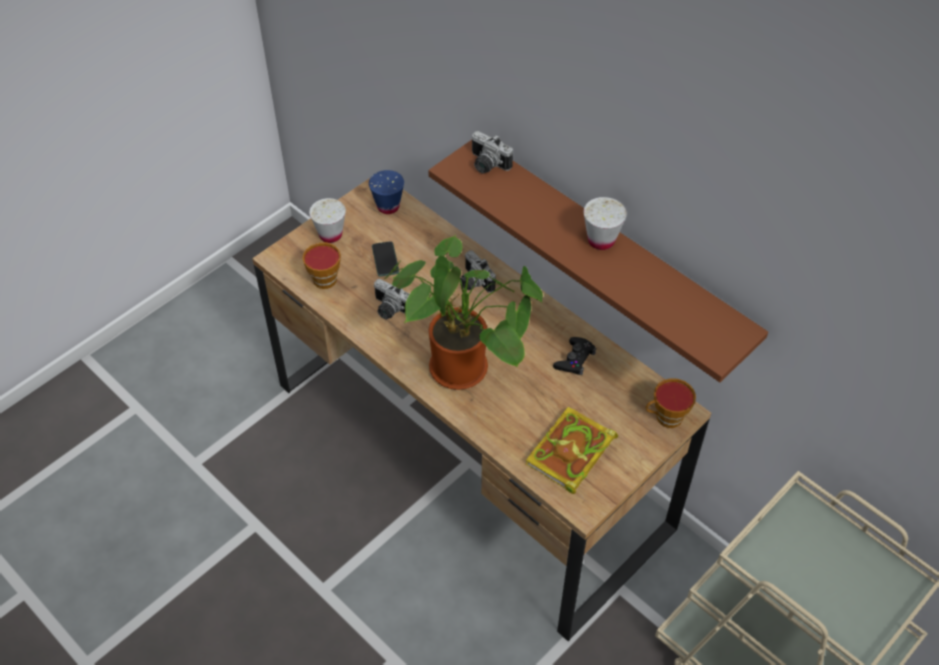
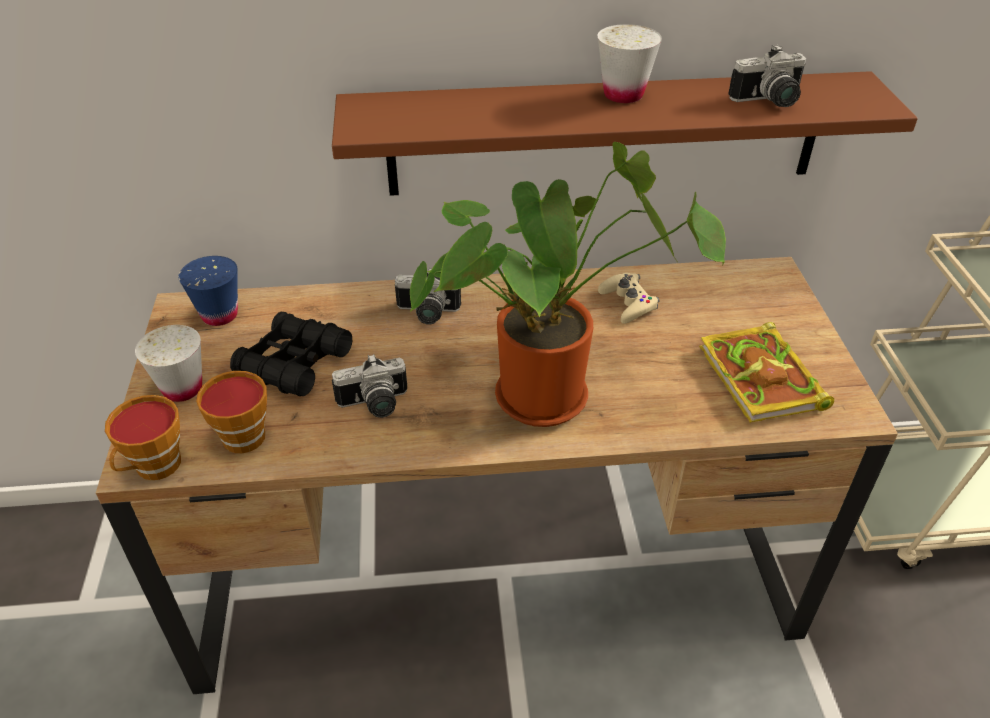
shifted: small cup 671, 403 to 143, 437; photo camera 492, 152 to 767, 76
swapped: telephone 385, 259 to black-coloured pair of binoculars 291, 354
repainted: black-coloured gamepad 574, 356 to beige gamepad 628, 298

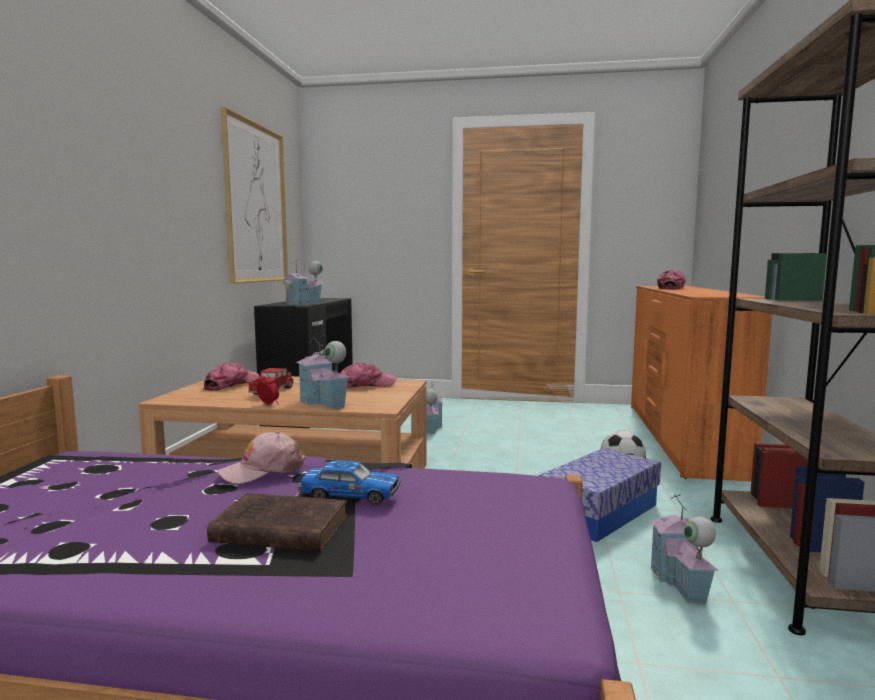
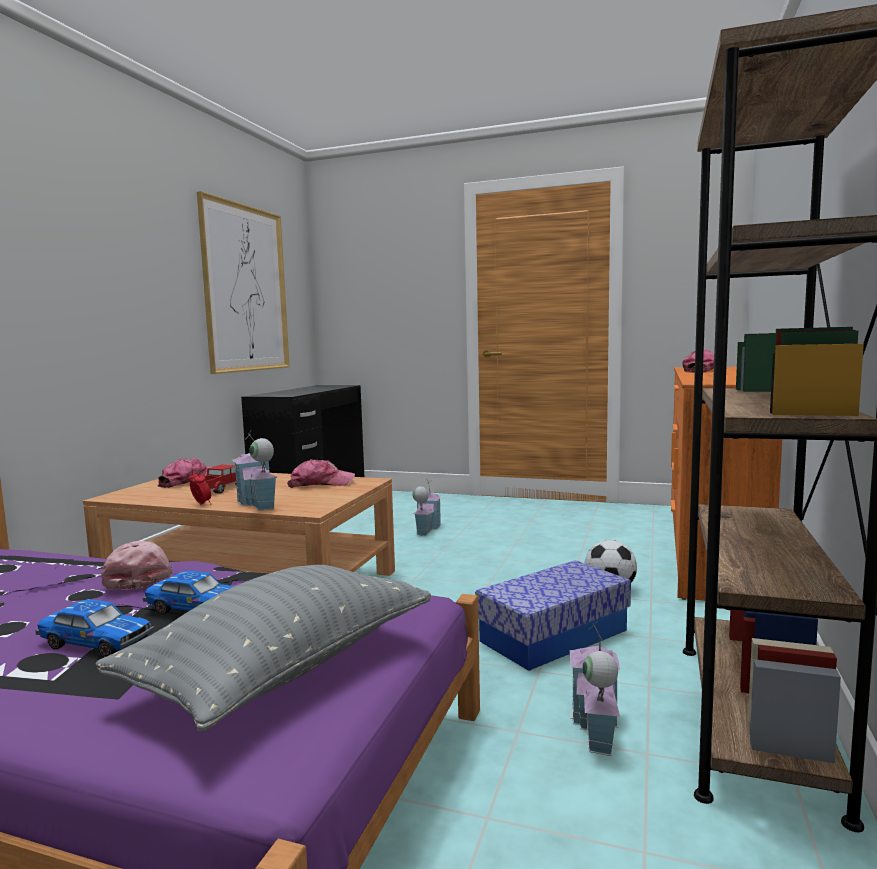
gone: toy house 302, 283
new: gray pillow 263, 648
swapped: brown volume 277, 522 to toy car 95, 629
rotated: pink-coloured cap 261, 457 = 136, 565 90 degrees clockwise

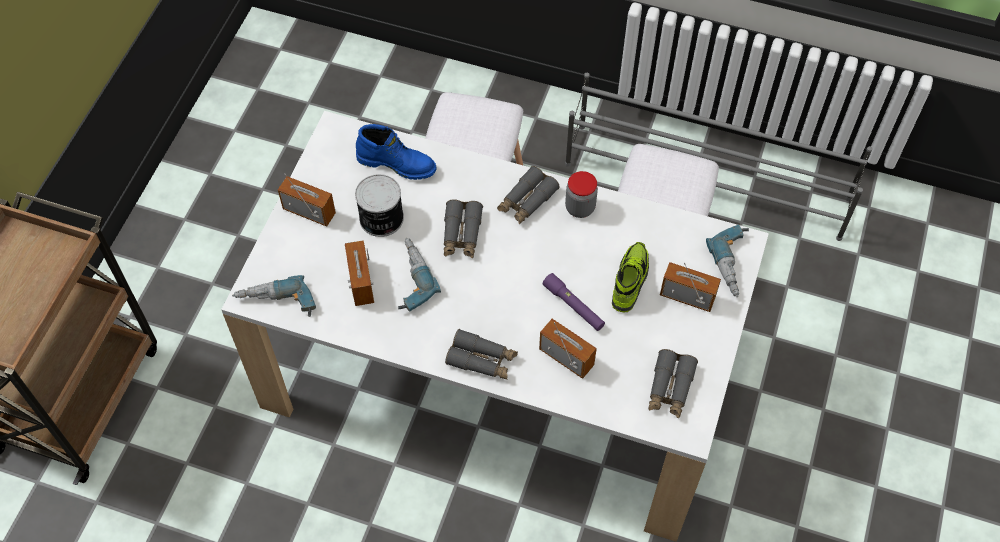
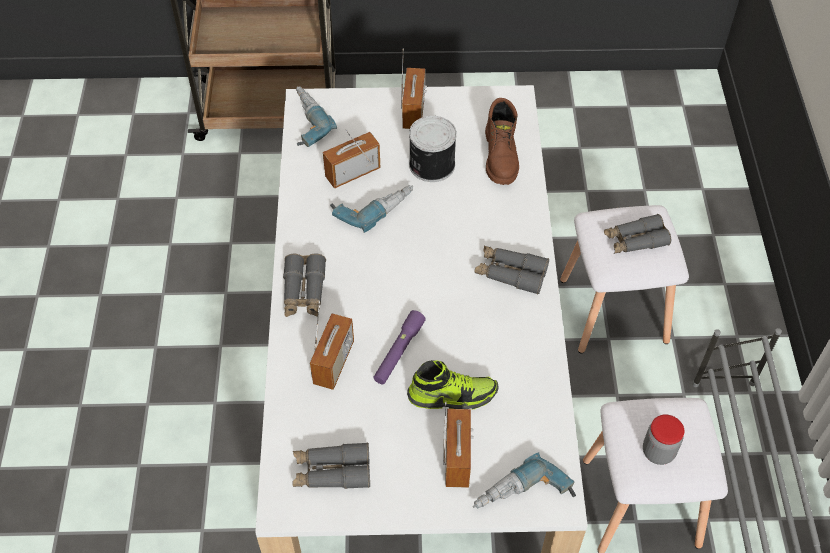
shifted: gray pair of binoculars 463, 228 to 637, 234; preserve jar 581, 194 to 663, 439
repainted: bluish boot 396, 152 to brown boot 502, 141

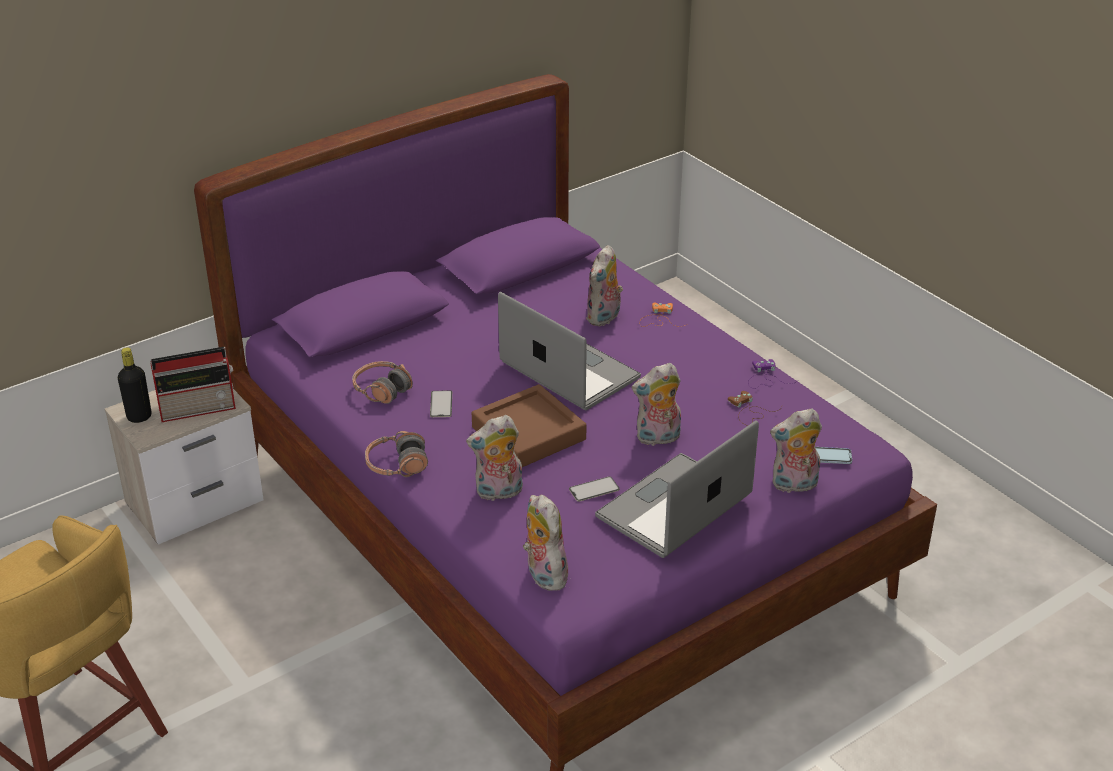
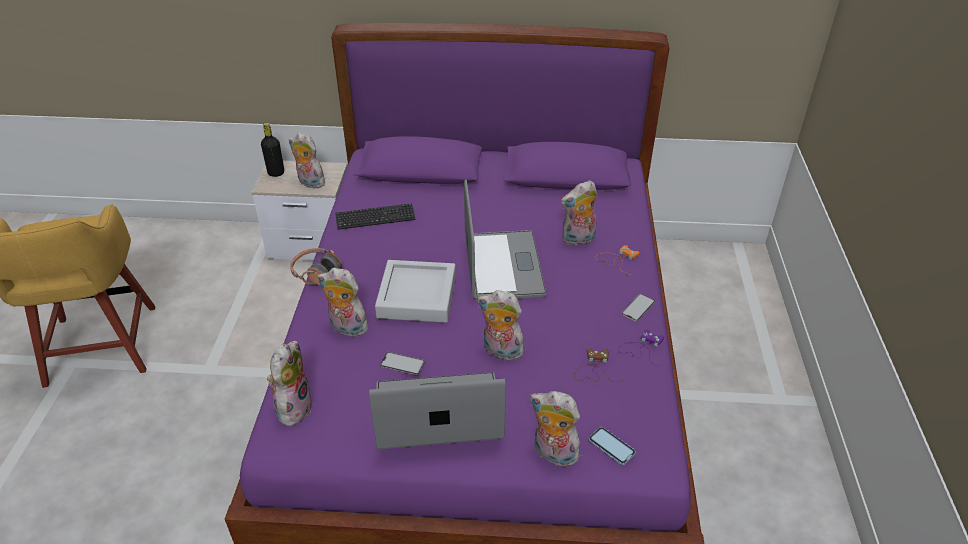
shifted: telephone 441, 403 to 638, 307
swapped: radio 193, 384 to cuddly toy 307, 160; headphones 382, 382 to PC keyboard 375, 216
repainted: brown tray 529, 425 to gray tray 415, 291

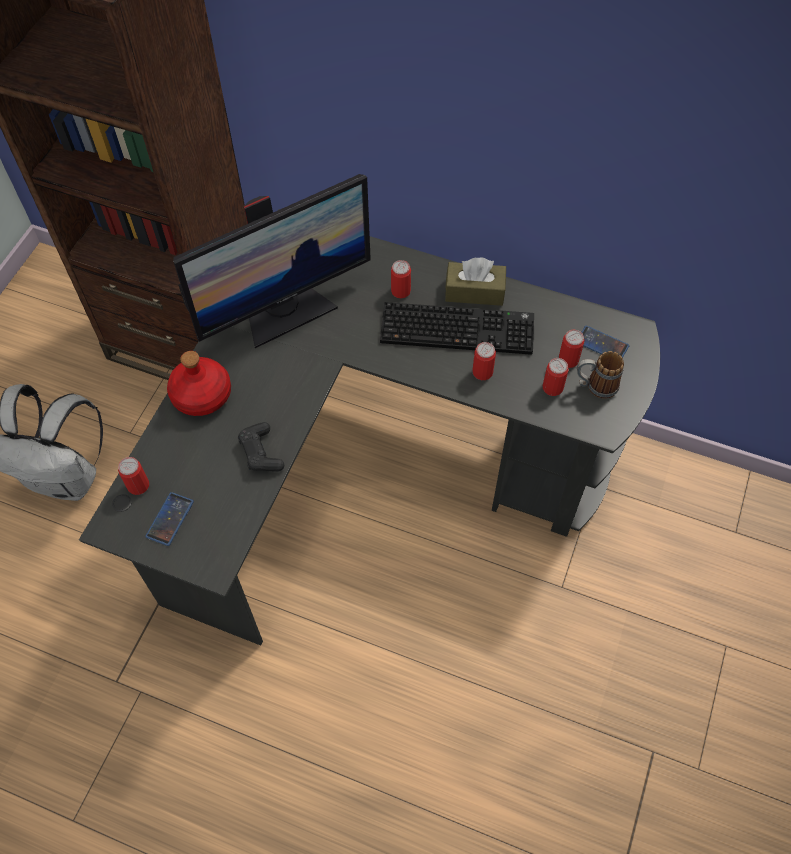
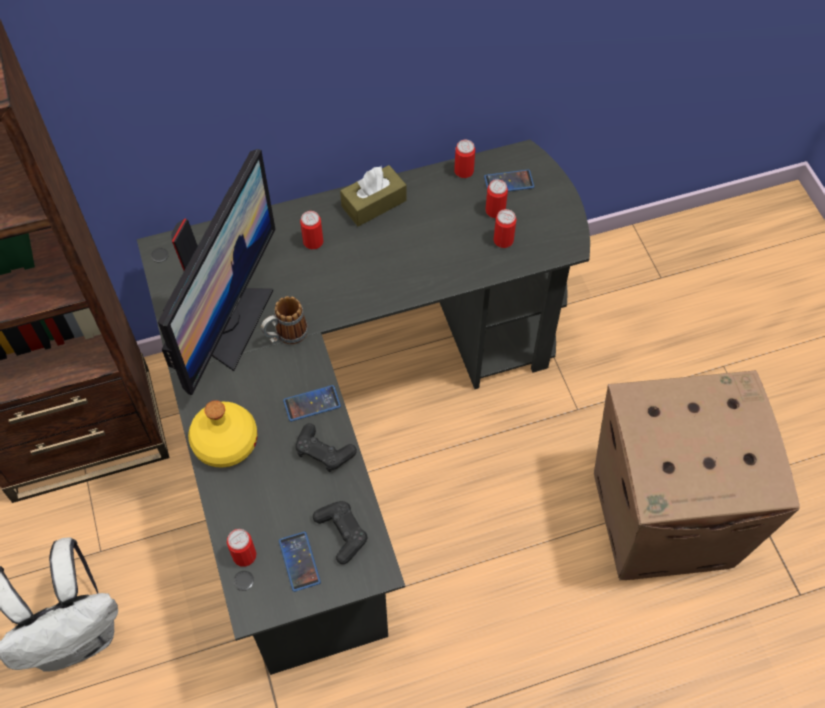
gone: PC keyboard 457, 328
new: telephone 312, 403; black-coloured gamepad 340, 532; cardboard box 697, 475
shifted: mug 600, 375 to 284, 320; metal can 484, 361 to 464, 159
repainted: reddish drink bottle 199, 383 to yellow drink bottle 223, 434

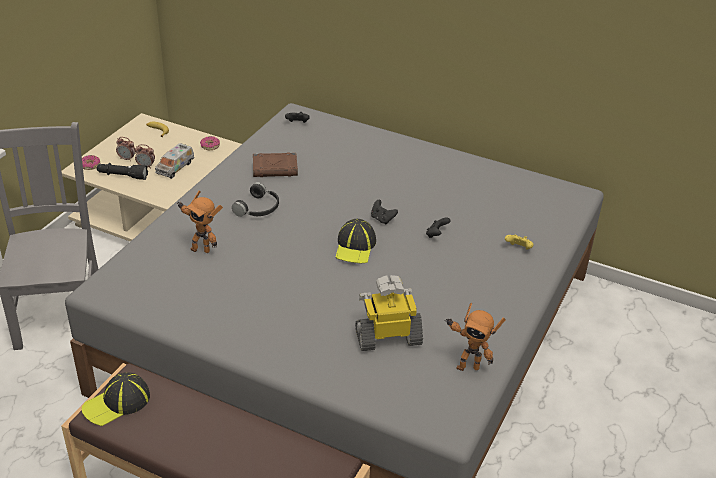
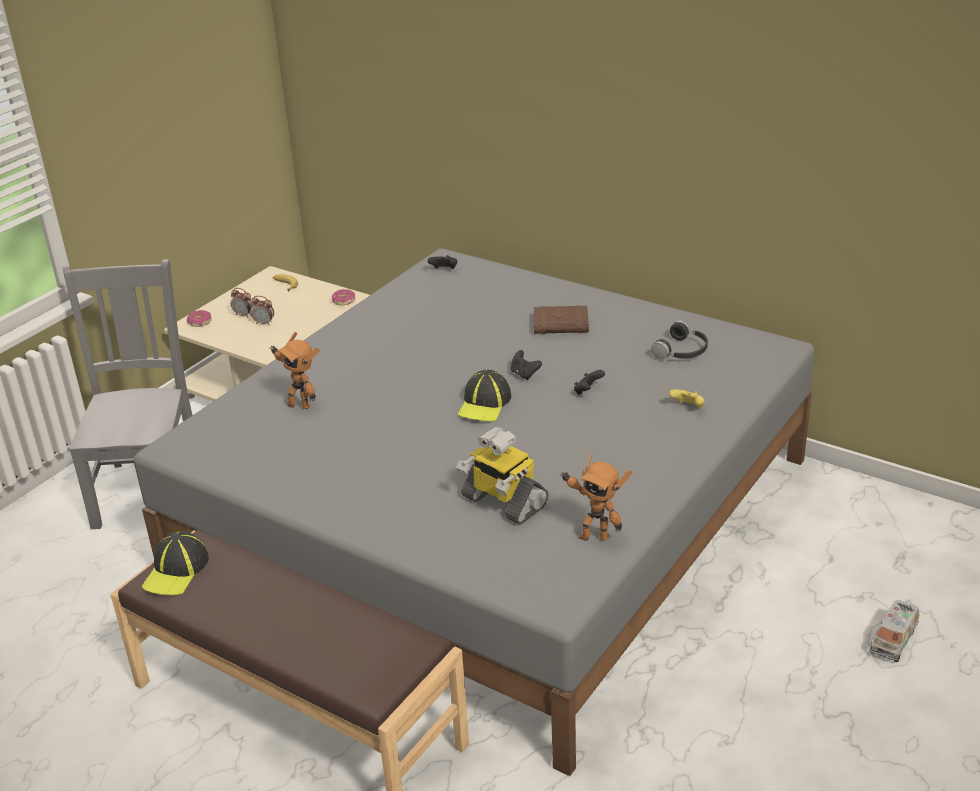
gone: black-coloured torch 122, 171
shifted: brown volume 275, 164 to 561, 319; black-coloured headphones 255, 199 to 679, 340; toy lorry 174, 161 to 894, 631
rotated: cap 116, 399 = 175, 563 45 degrees counterclockwise; robot figure 389, 313 = 502, 476 135 degrees counterclockwise

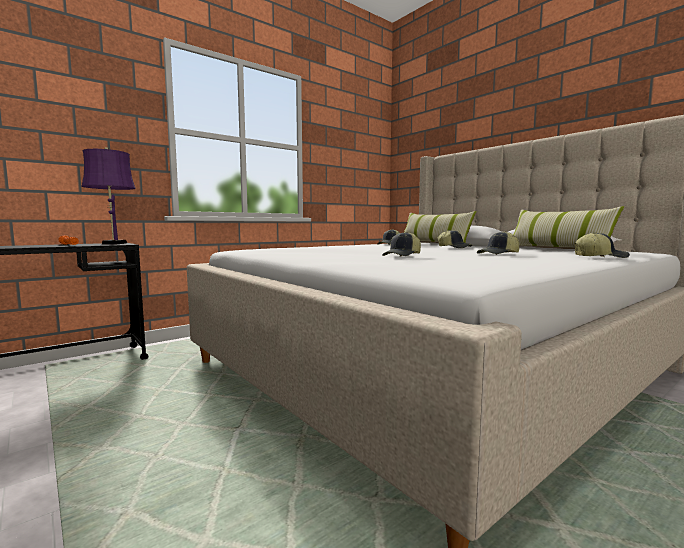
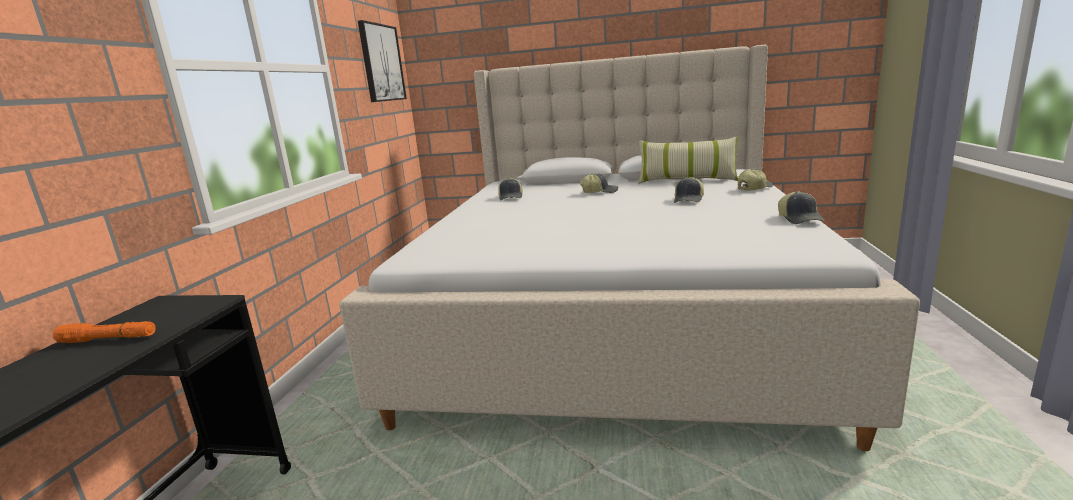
gone: purple-coloured lamp for a table 108, 195; pillow 440, 227
new: wall art 382, 61
shifted: cap 401, 244 to 801, 207

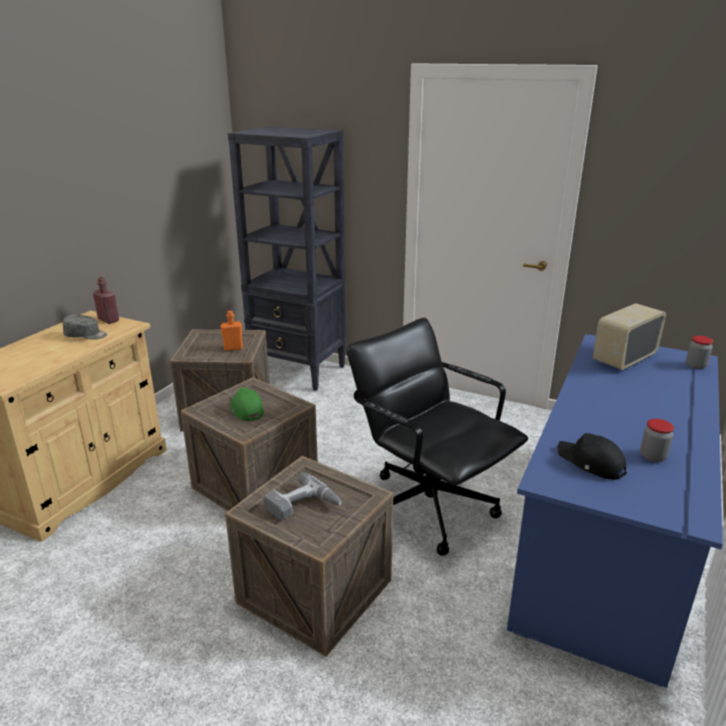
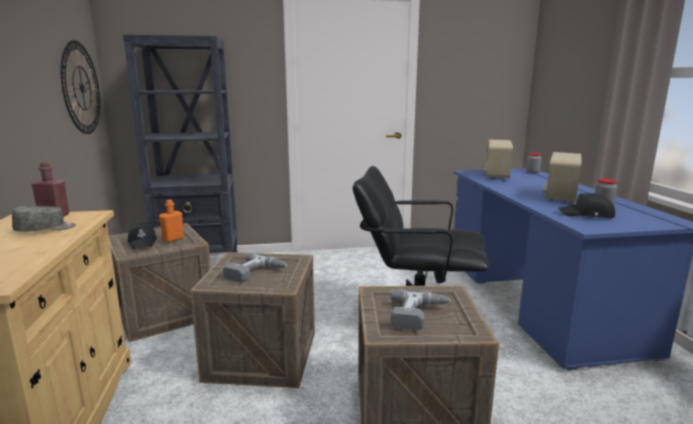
new: wall clock 80, 87; black-coloured cap 142, 235; radio 562, 177
swapped: green-coloured cap 247, 404 to power drill 255, 267

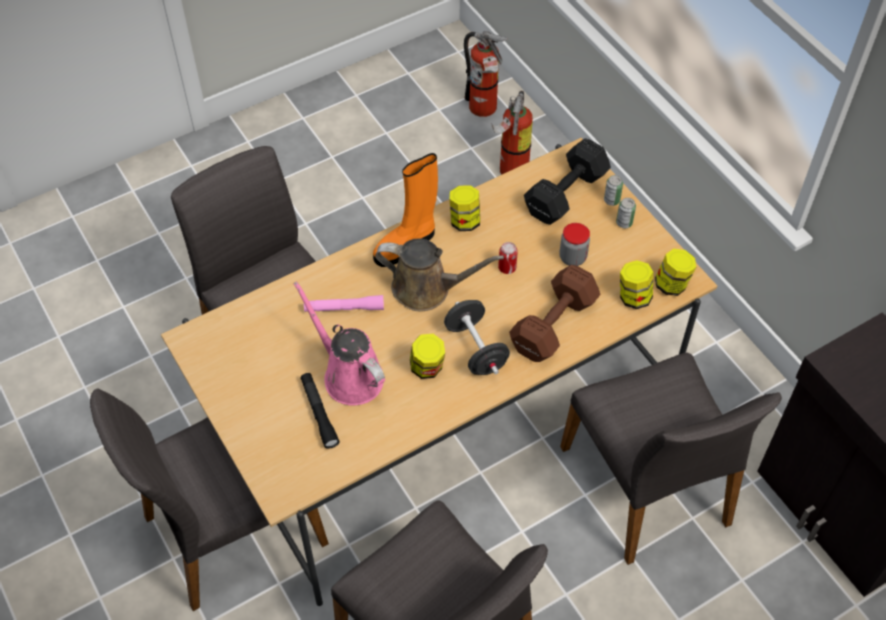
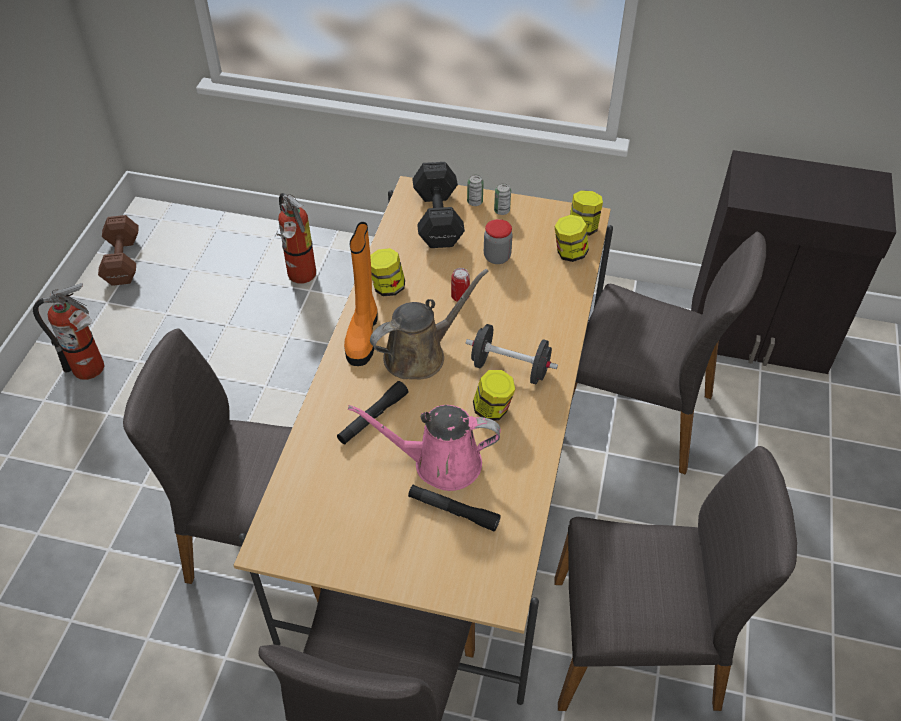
shifted: fire extinguisher 486, 74 to 69, 331; brown hand weight 554, 313 to 118, 250
repainted: pink-coloured torch 344, 303 to black-coloured torch 372, 412

